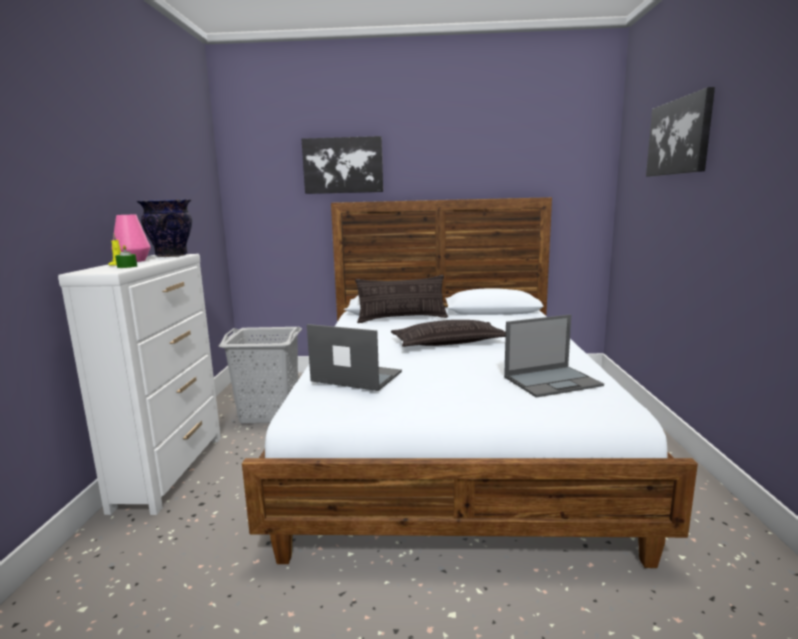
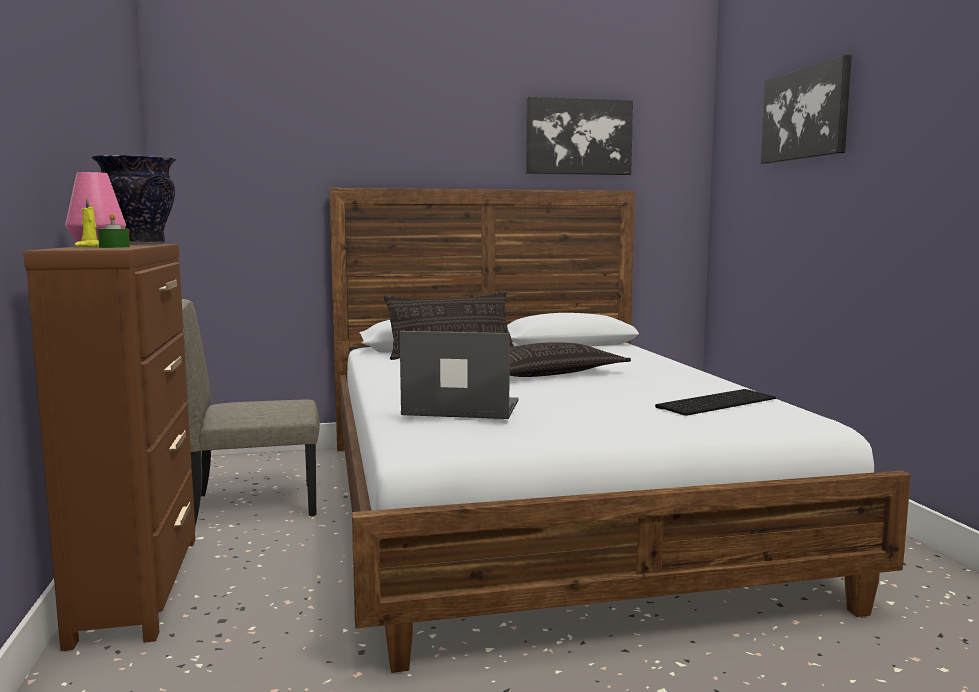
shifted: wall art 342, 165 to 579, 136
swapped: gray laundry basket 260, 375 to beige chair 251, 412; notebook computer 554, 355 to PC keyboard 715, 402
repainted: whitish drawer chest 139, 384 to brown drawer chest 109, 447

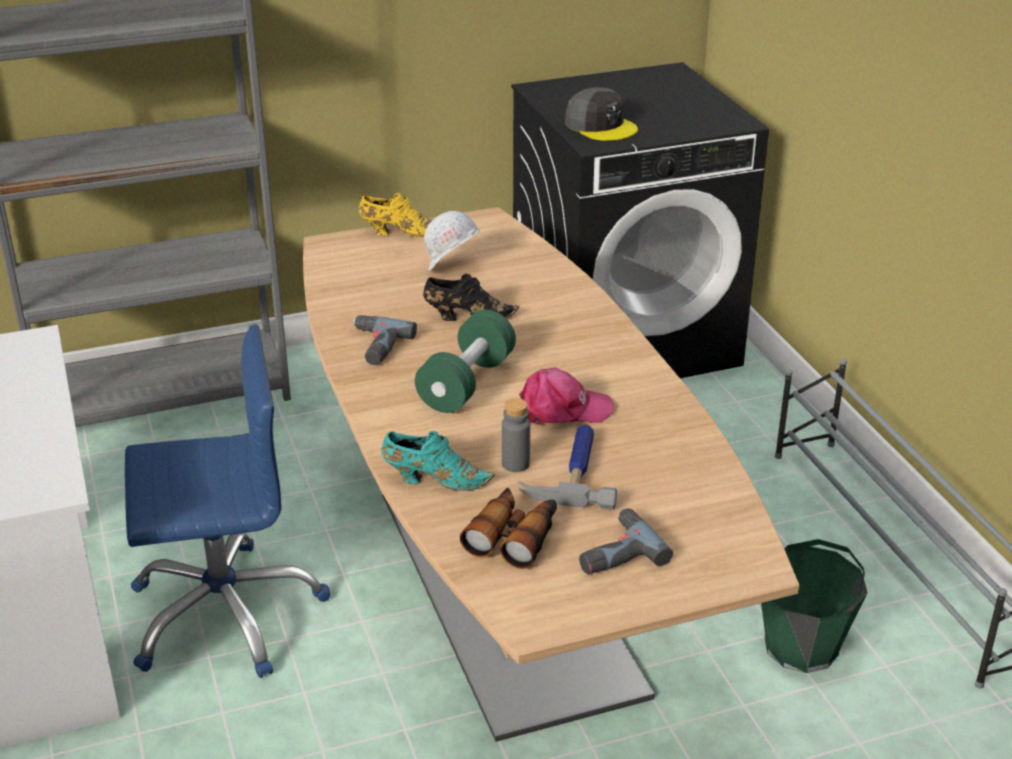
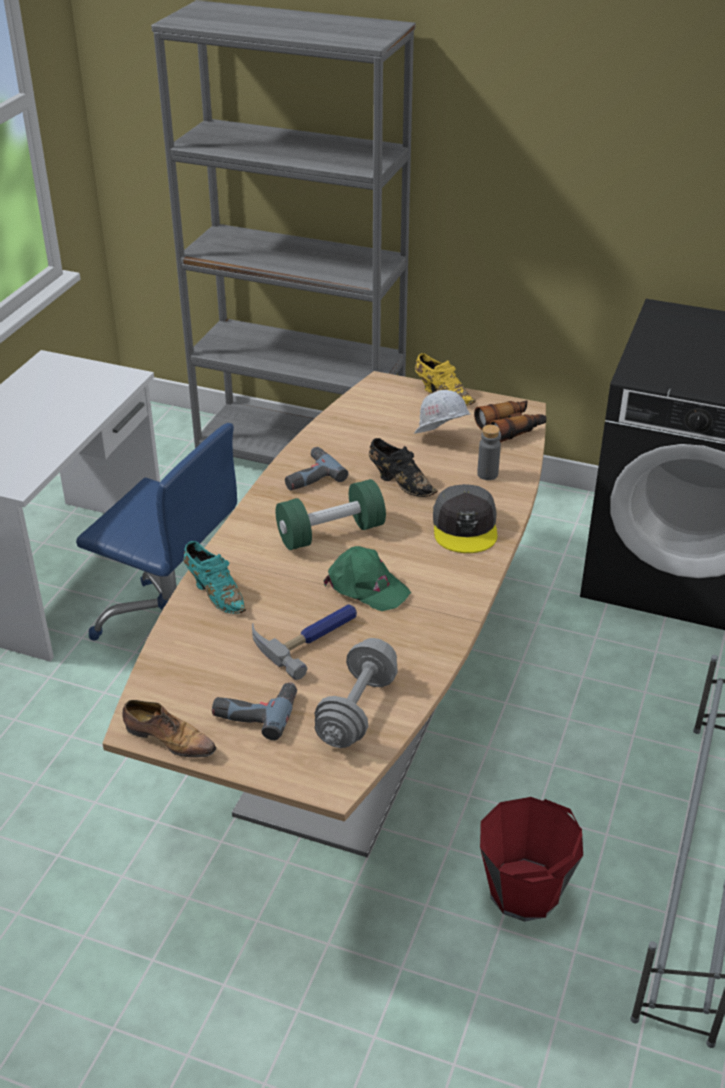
new: low shoe 169, 729; gray hand weight 356, 693
shifted: gray cap 601, 114 to 465, 518; pair of binoculars 508, 528 to 510, 421; gray drink bottle 516, 435 to 489, 452
repainted: pink-coloured cap 566, 395 to green-coloured cap 367, 578; green-coloured water bucket 814, 606 to reddish water bucket 531, 859

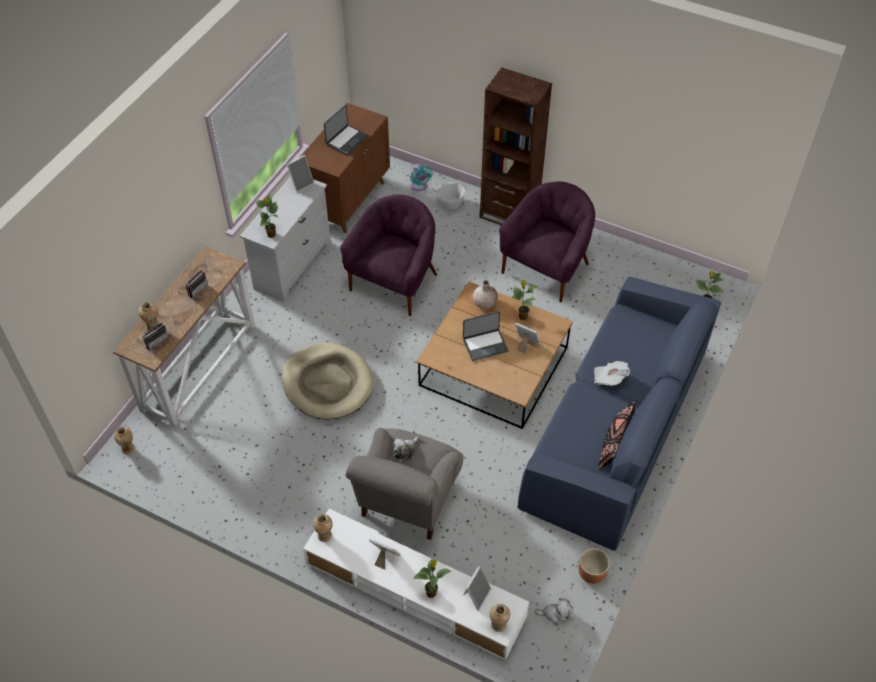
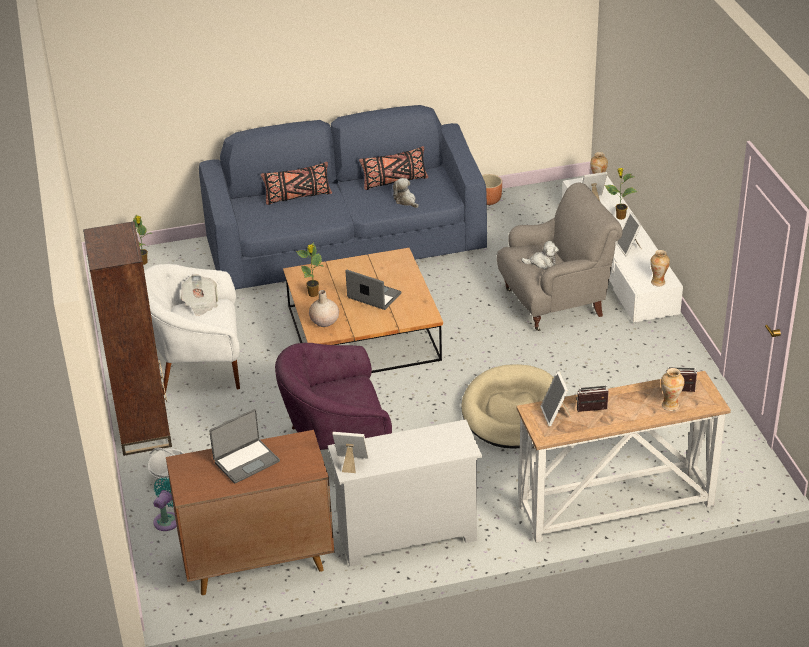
gone: vase 124, 440; potted plant 266, 216
new: black-coloured pillow 296, 183
shifted: printed paper 612, 373 to 199, 295; cuddly toy 554, 611 to 406, 193; standing frame 527, 338 to 556, 398
repainted: purple-coloured easy chair 547, 242 to whitish easy chair 192, 329
rotated: notebook computer 346, 130 = 244, 446 150 degrees clockwise

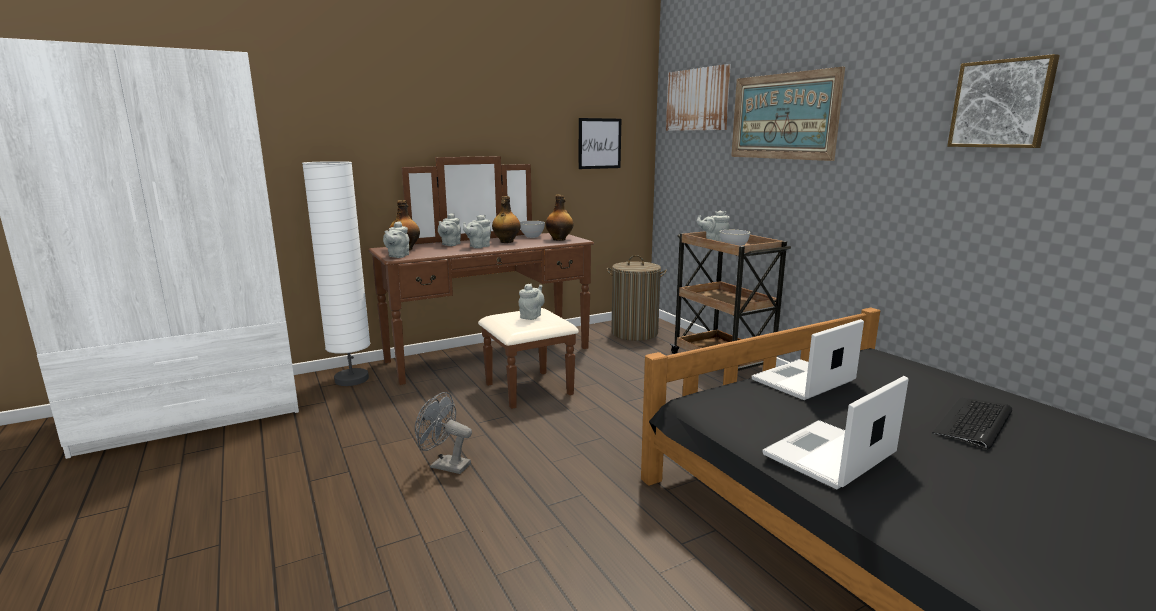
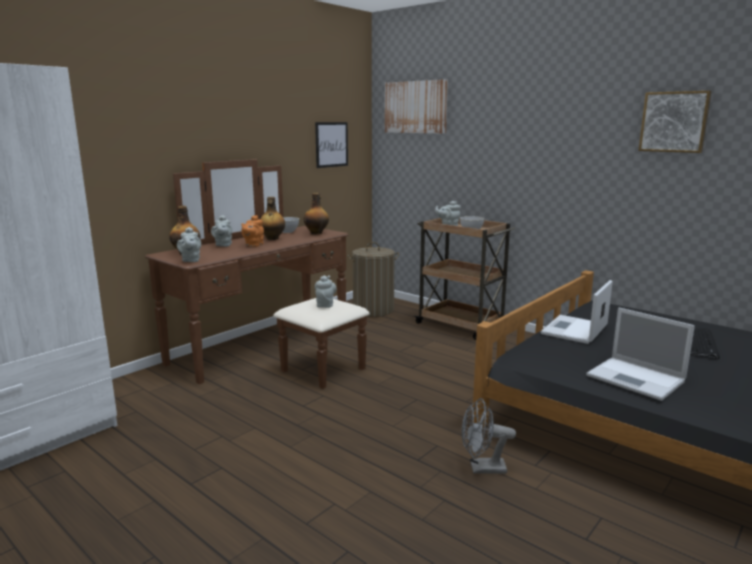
gone: whitish standing lamp 336, 273; wall art 788, 114
shifted: gray electric fan 443, 433 to 489, 436
repainted: gray tea pot 477, 231 to orange-coloured tea pot 252, 231
rotated: notebook computer 836, 433 = 640, 354 75 degrees counterclockwise

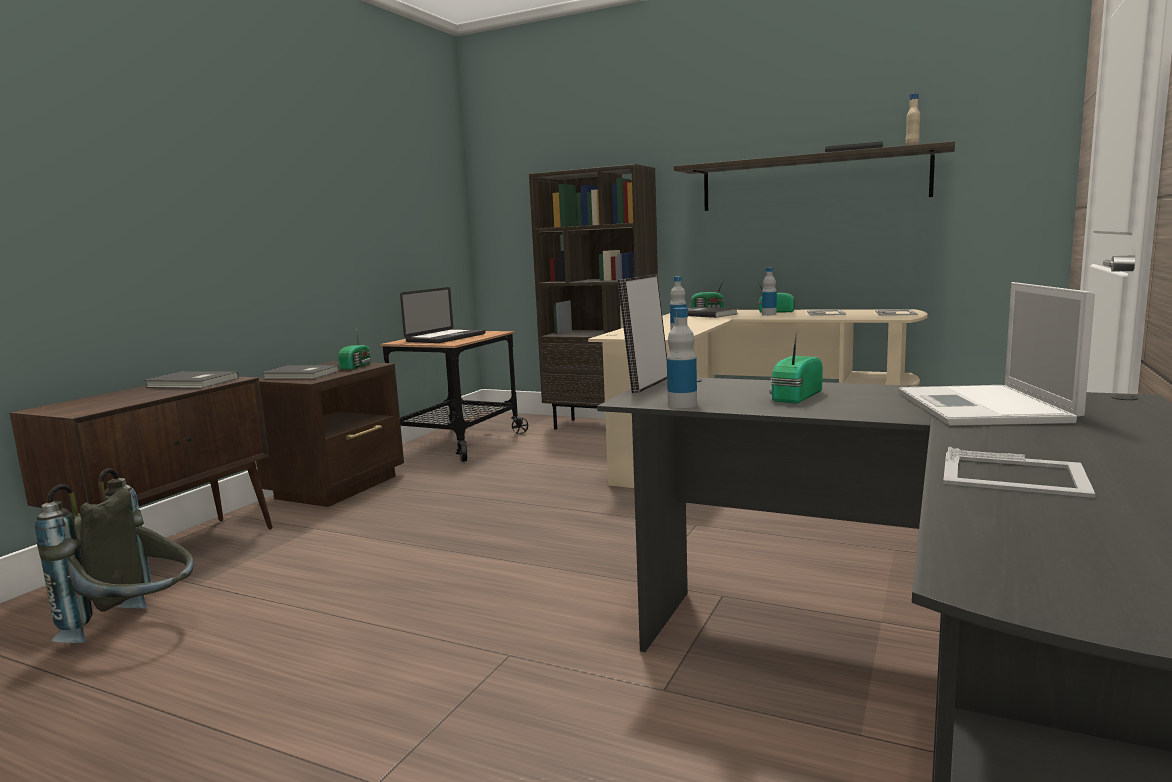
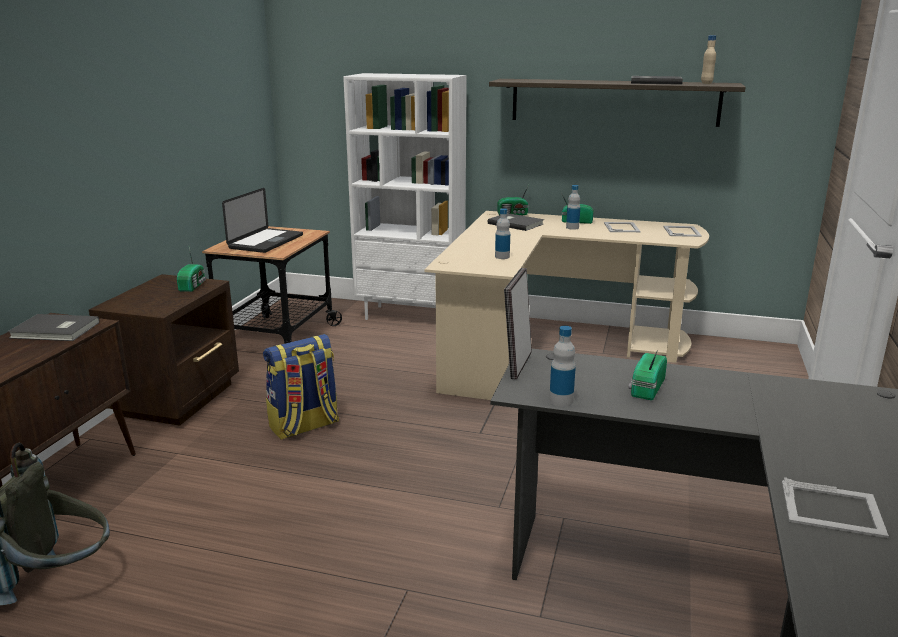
gone: gray volume 300, 372; notebook computer 997, 354
new: knapsack 301, 387
repainted: brown bookcase 593, 297 to whitish bookcase 405, 196

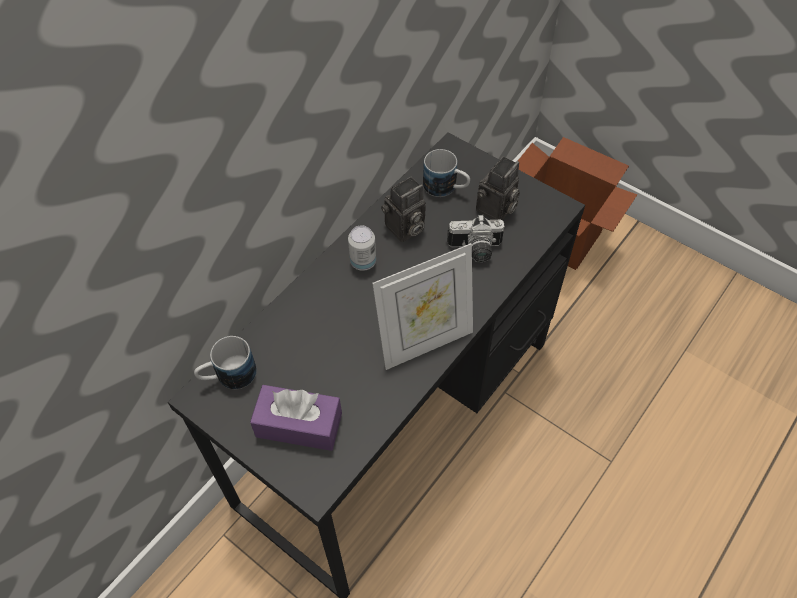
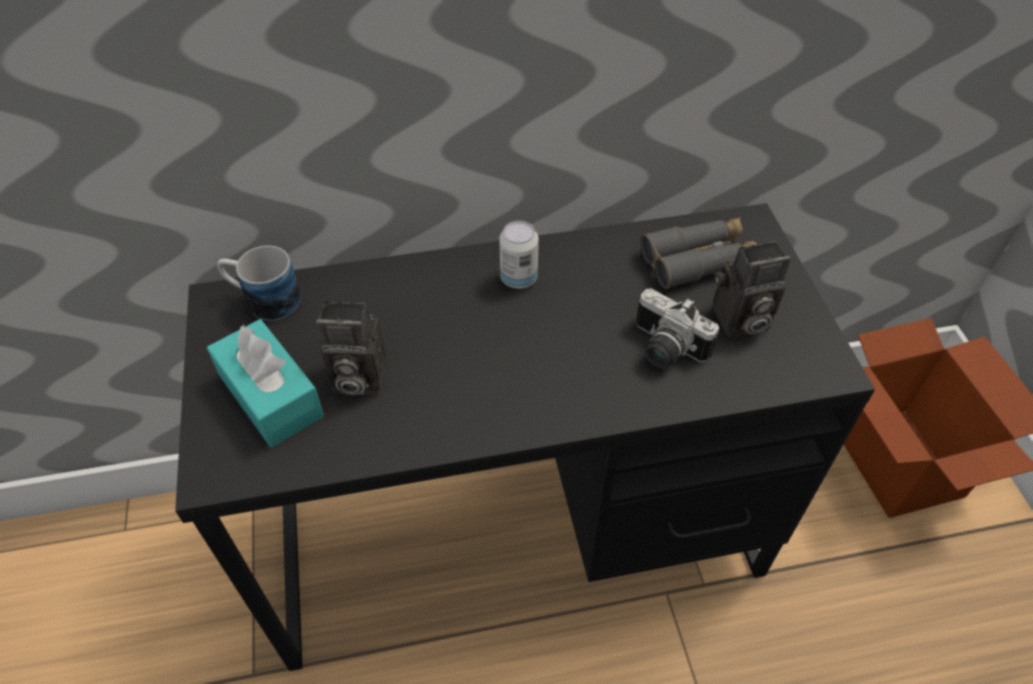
gone: standing frame 422, 306
shifted: photo camera 403, 209 to 351, 348
swapped: mug 446, 173 to gray pair of binoculars 698, 253
repainted: purple-coloured box of tissues 296, 418 to blue-green box of tissues 265, 383

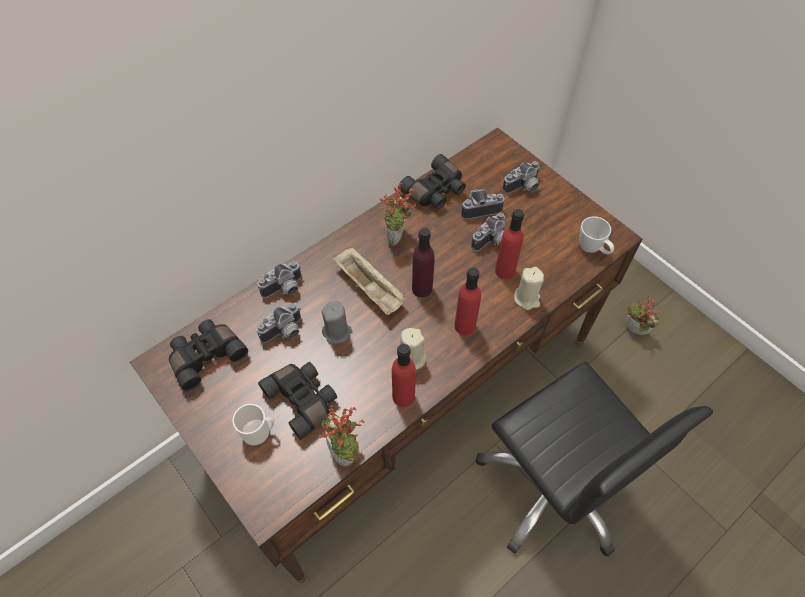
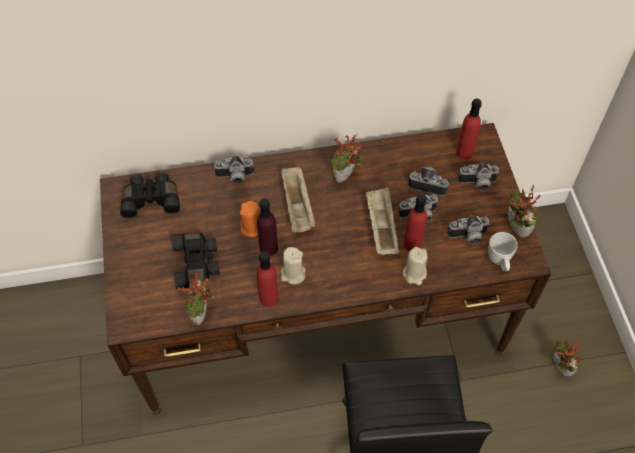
gone: mug 253, 425; black-coloured pair of binoculars 432, 181
new: beige tray 382, 221; potted plant 523, 211
shifted: purple-coloured drink bottle 423, 262 to 267, 227; photo camera 278, 323 to 468, 229; reddish drink bottle 467, 301 to 469, 128
repainted: gray wax light 336, 322 to orange-coloured wax light 250, 219

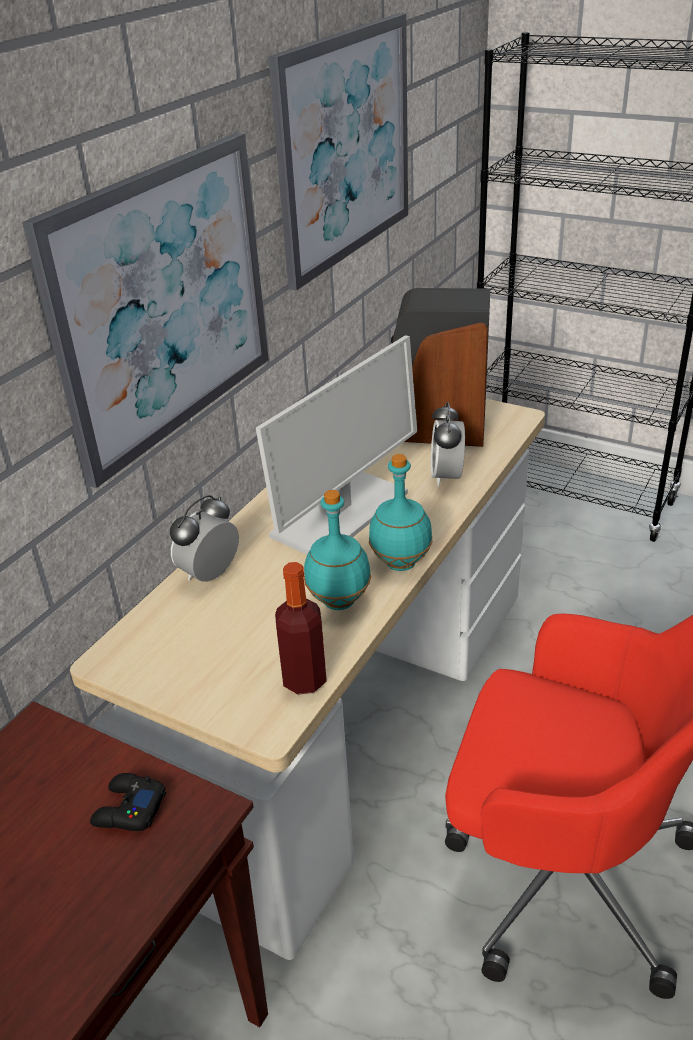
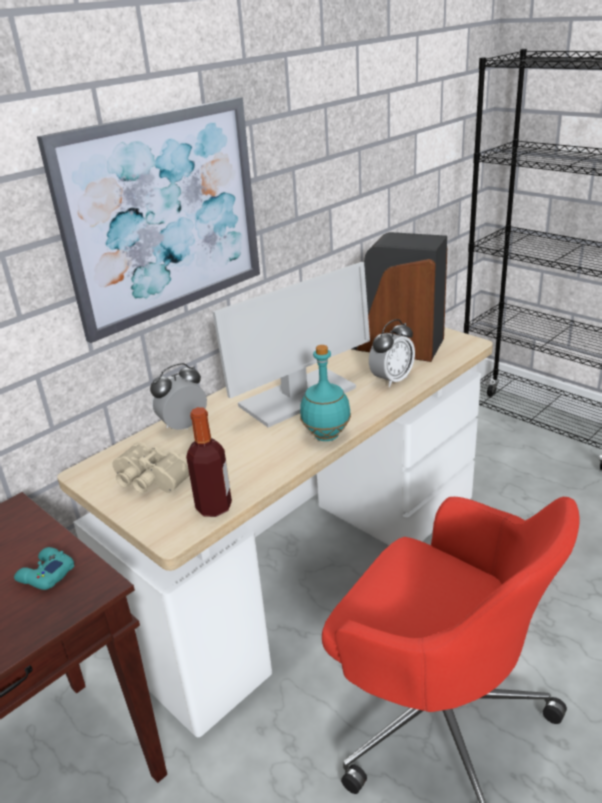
gone: wall art 338, 152; blue-green drink bottle 337, 550
new: beige pair of binoculars 151, 467
repainted: black-coloured gamepad 128, 802 to blue-green gamepad 44, 568
rotated: table clock 448, 444 = 392, 353 150 degrees counterclockwise

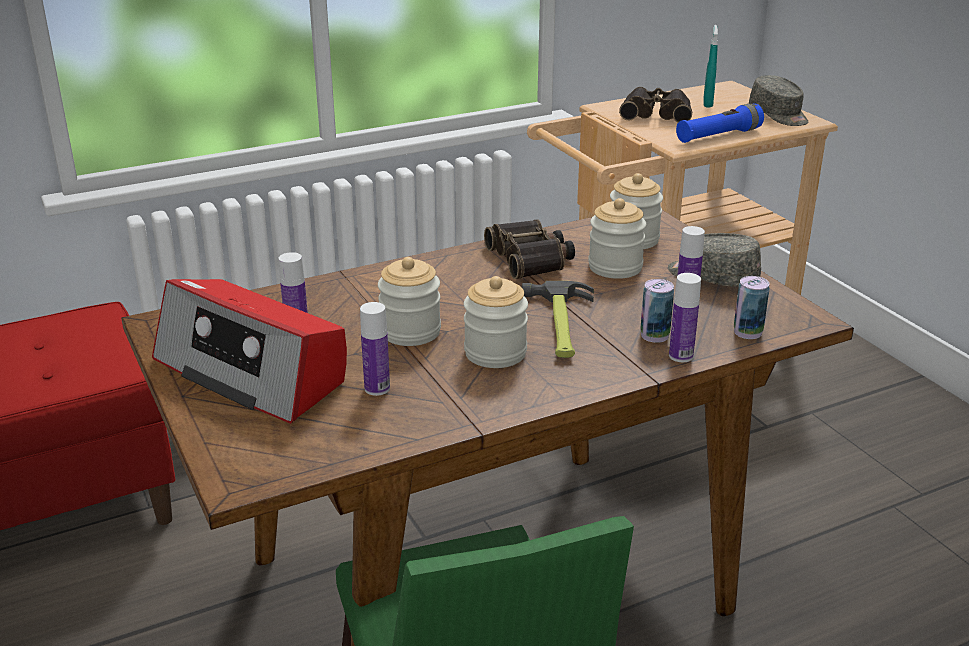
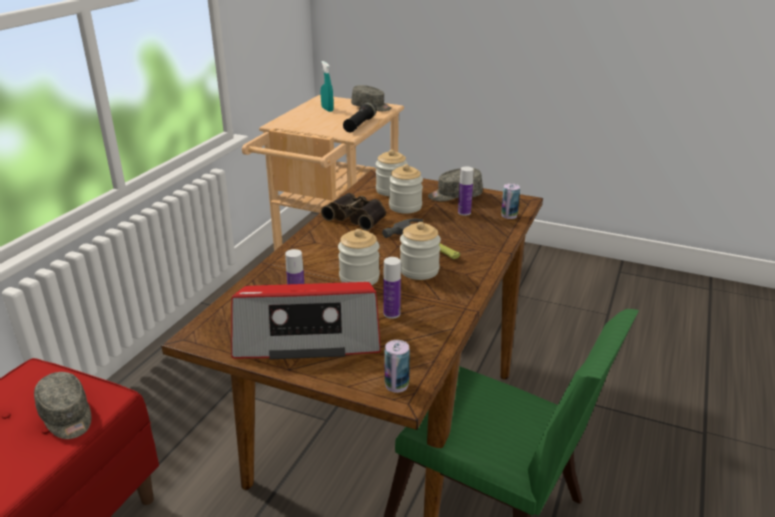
gone: pair of binoculars 655, 105; drink bottle 685, 317
new: gray cap 62, 405
shifted: metal can 657, 311 to 397, 366
repainted: bluish torch 720, 123 to black-coloured torch 360, 117

